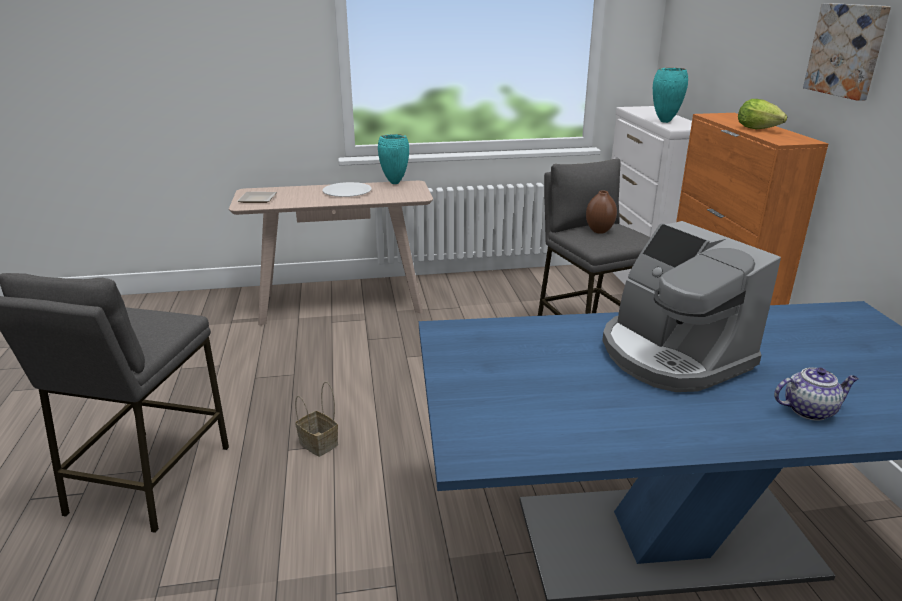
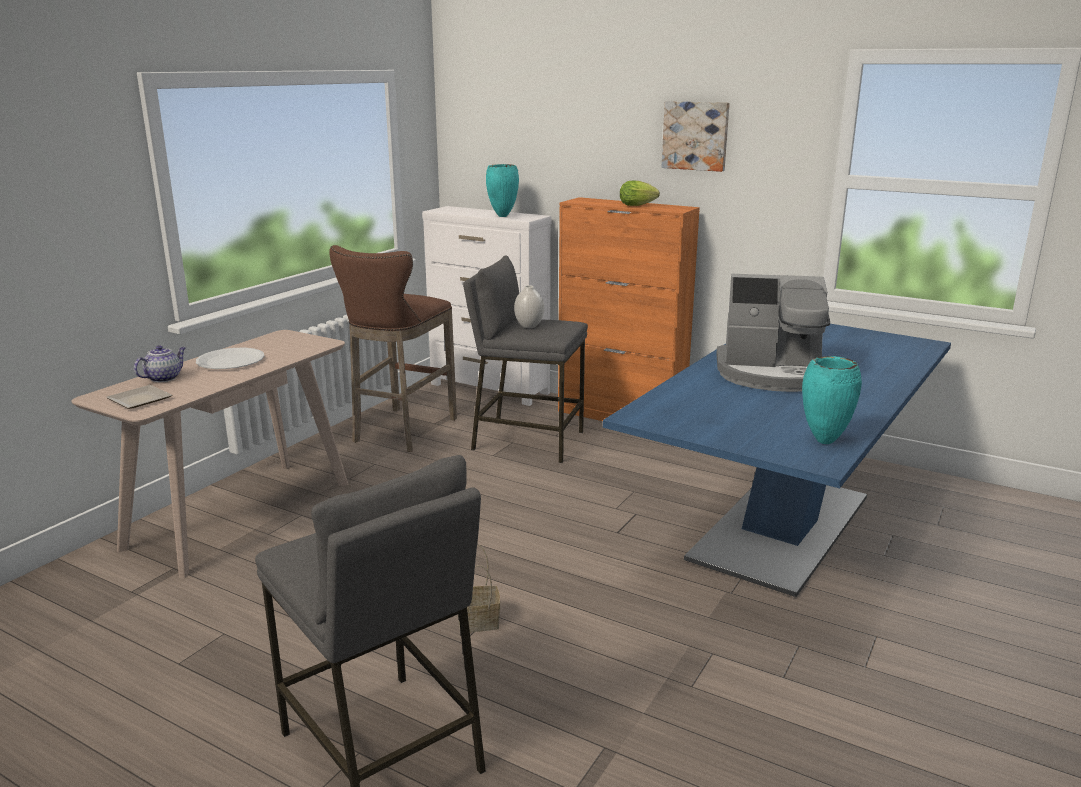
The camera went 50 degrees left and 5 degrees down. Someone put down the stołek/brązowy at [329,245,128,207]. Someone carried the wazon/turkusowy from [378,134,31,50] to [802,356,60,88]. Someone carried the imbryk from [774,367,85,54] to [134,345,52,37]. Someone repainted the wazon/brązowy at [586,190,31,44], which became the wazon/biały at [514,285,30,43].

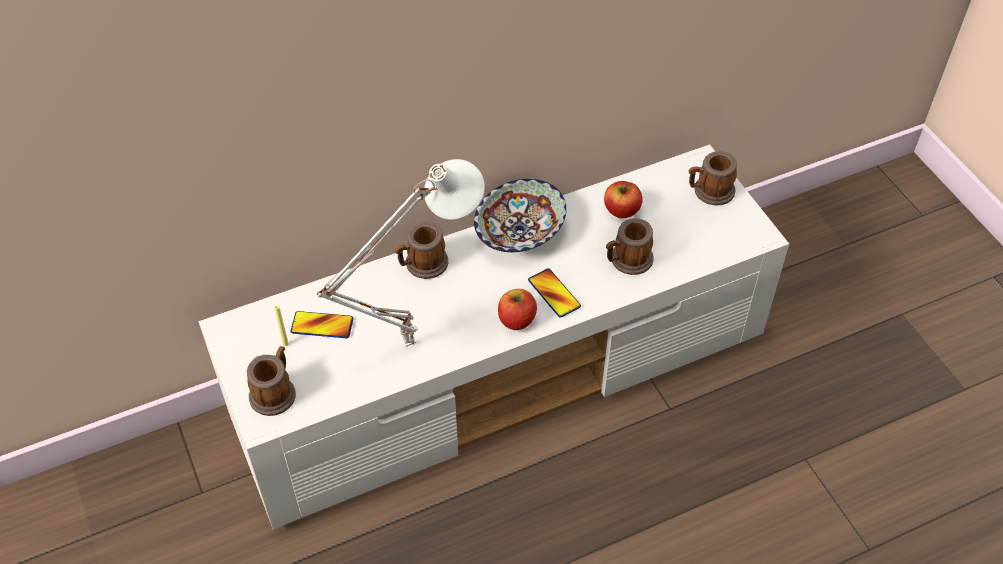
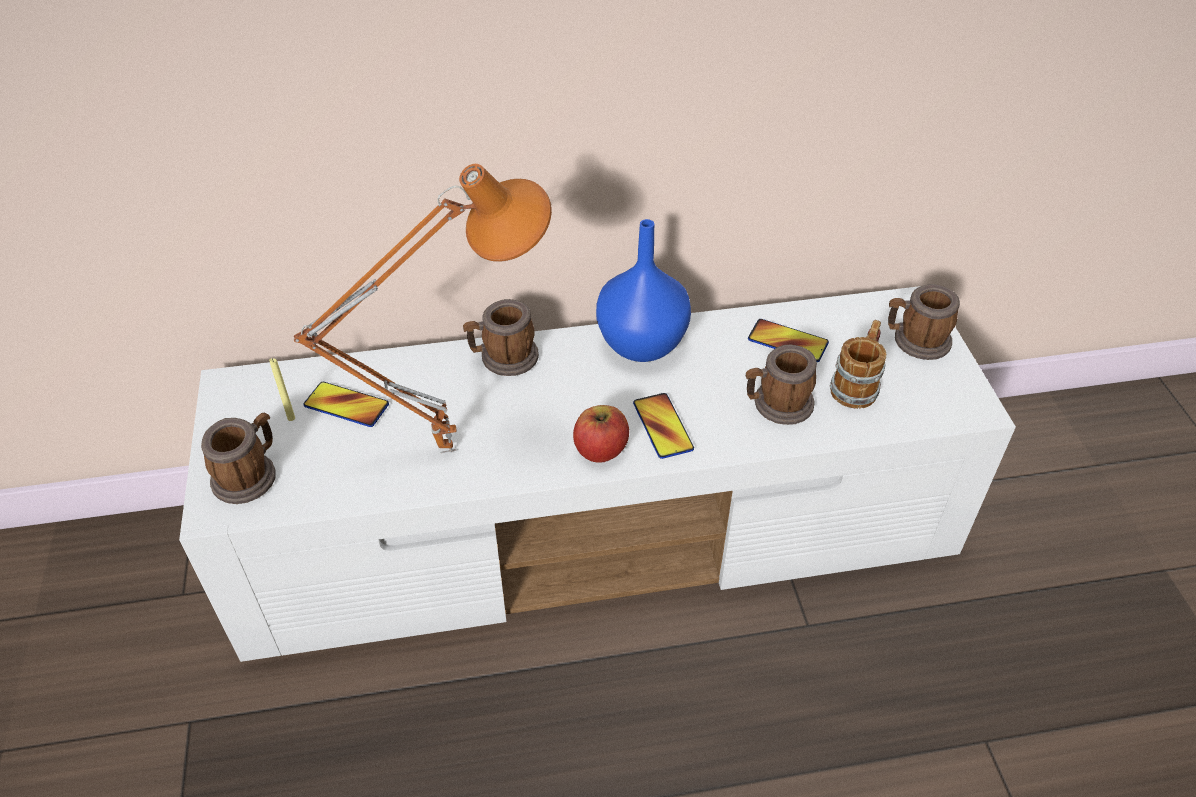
The camera went 15 degrees right and 5 degrees down. Someone put down the kubek at [830,320,56,89]. Someone swapped the miska at [474,179,93,73] for the wazon/niebieski at [596,219,95,143]. Someone swapped the jabłko at [604,181,38,37] for the telefon at [748,319,81,43]. Someone repainted the lampa stołowa/biały at [317,159,168,188], which became the lampa stołowa/pomarańczowy at [294,164,258,289].

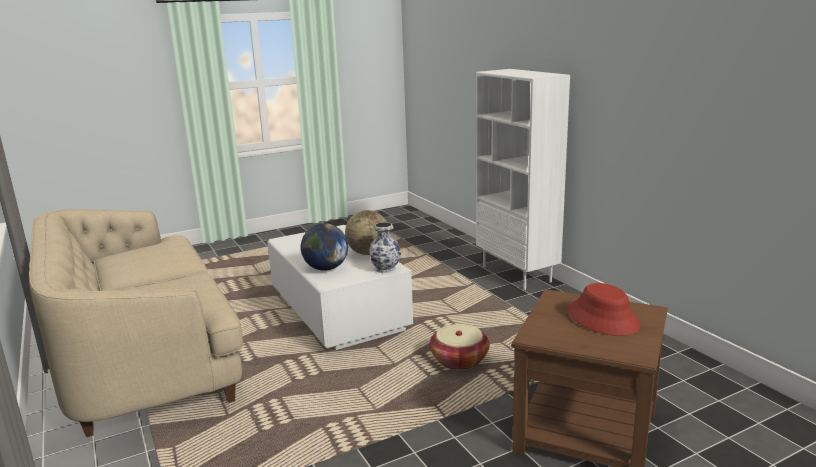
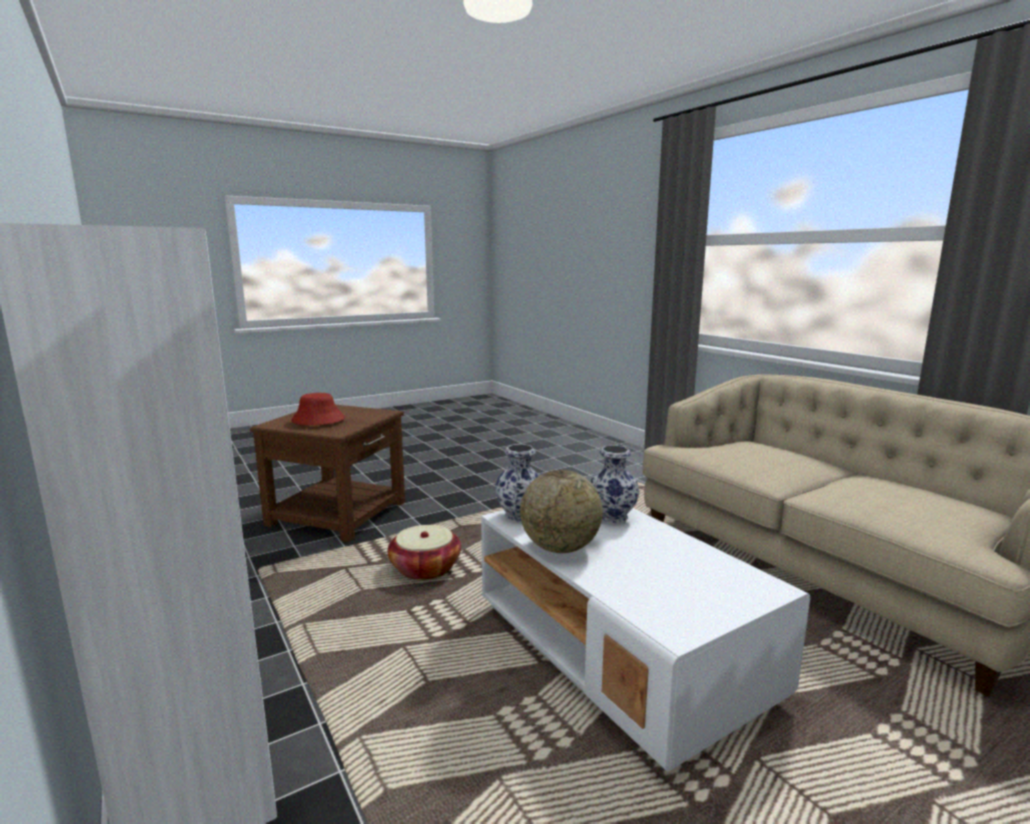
The camera went 175 degrees right and 5 degrees down. Someone swapped the globus at [301,223,47,48] for the wazon at [591,445,48,80].

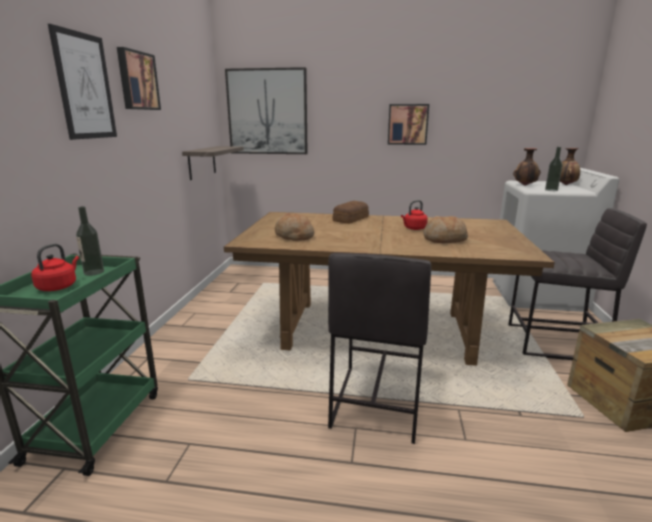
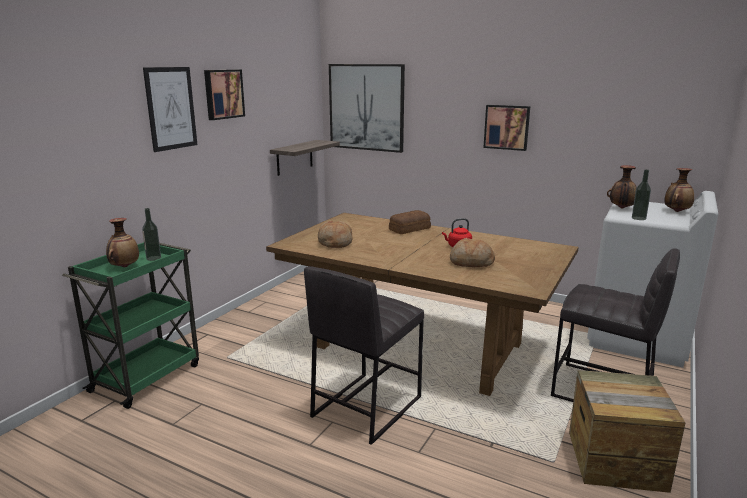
The camera went 20 degrees right and 0 degrees up. Someone swapped the czajnik/czerwony at [31,244,48,47] for the wazon at [106,218,33,49].

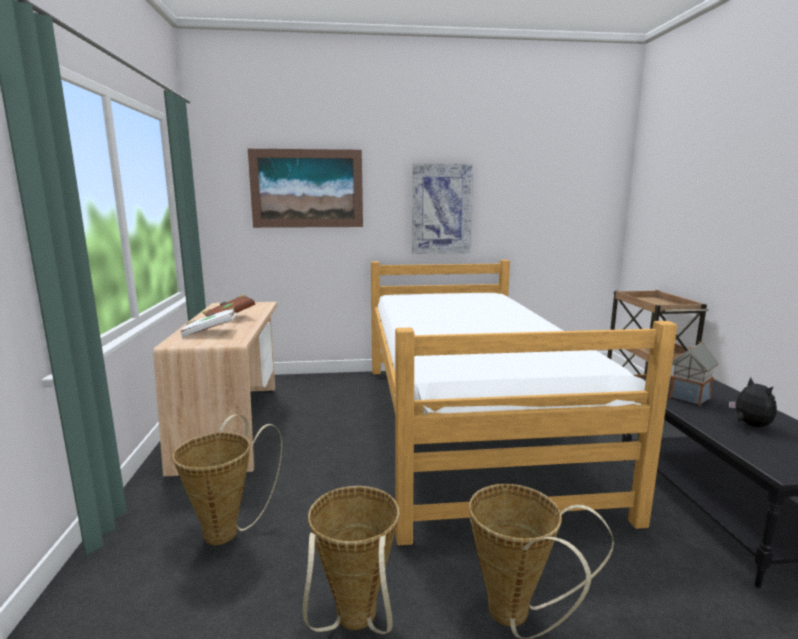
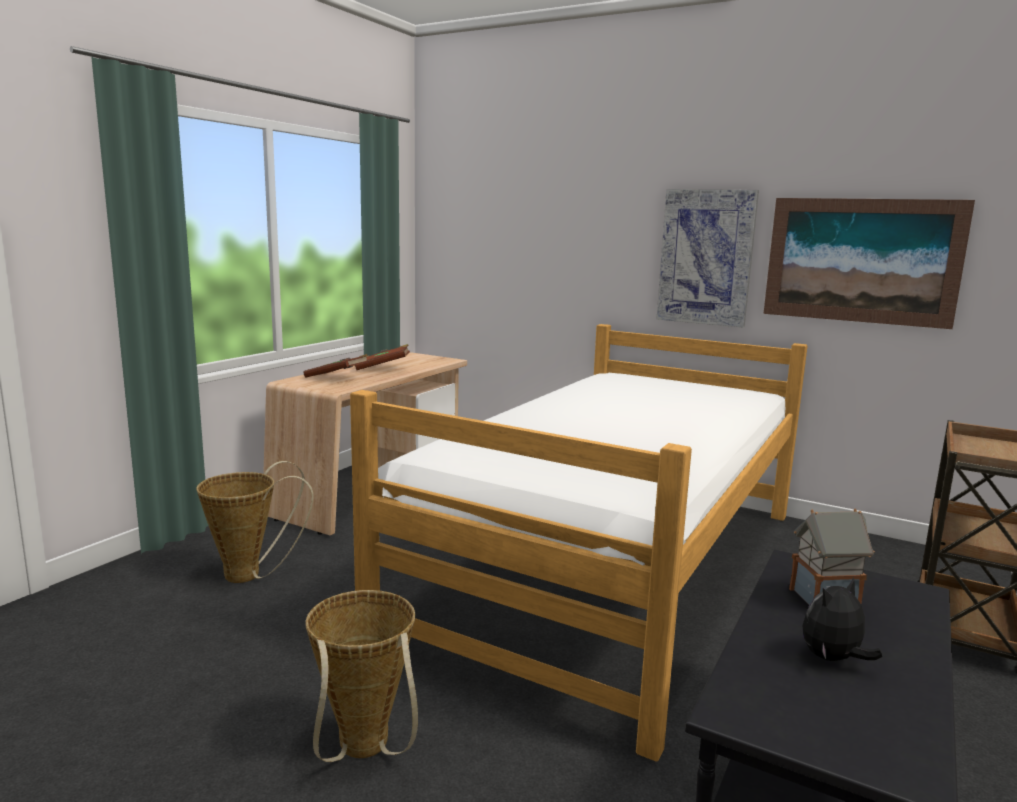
The camera went 35 degrees right and 0 degrees up. Someone took away the koszyk at [303,486,96,148]. Someone carried the obraz from [248,149,115,79] to [763,198,212,131]. Someone repainted the książka/biały at [180,307,57,30], which became the książka/brązowy at [303,354,66,24]. Someone rotated the pluszak at [729,377,48,50] by 150 degrees counterclockwise.

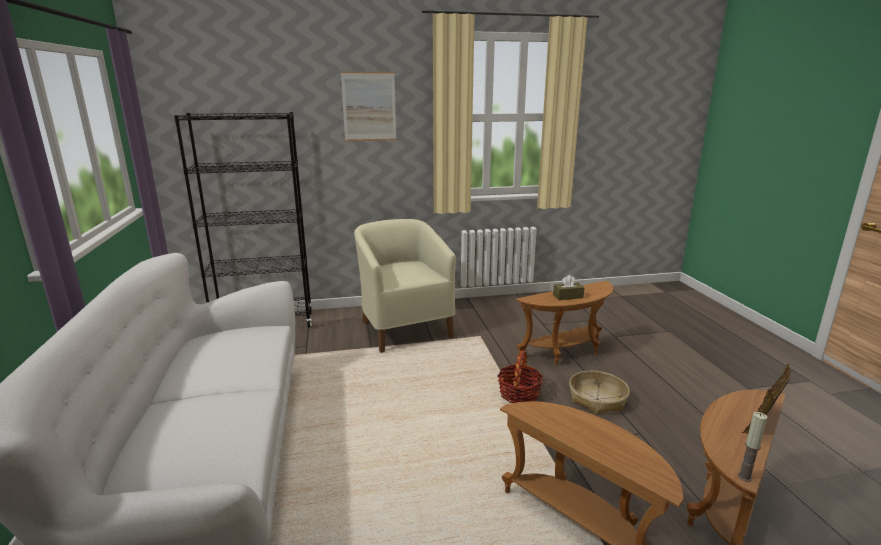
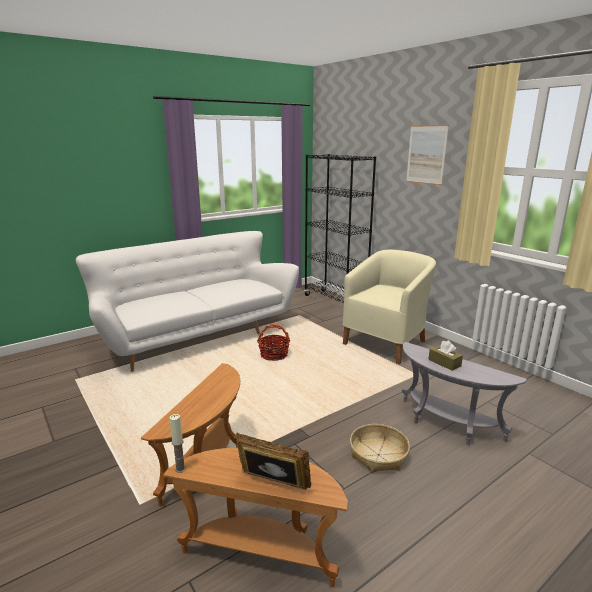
The camera went 65 degrees right and 0 degrees up. Someone carried the koszyk from [498,351,45,52] to [257,324,33,37]. Someone repainted the stolik/brązowy at [516,281,97,84], which became the stolik/szary at [402,342,125,103].

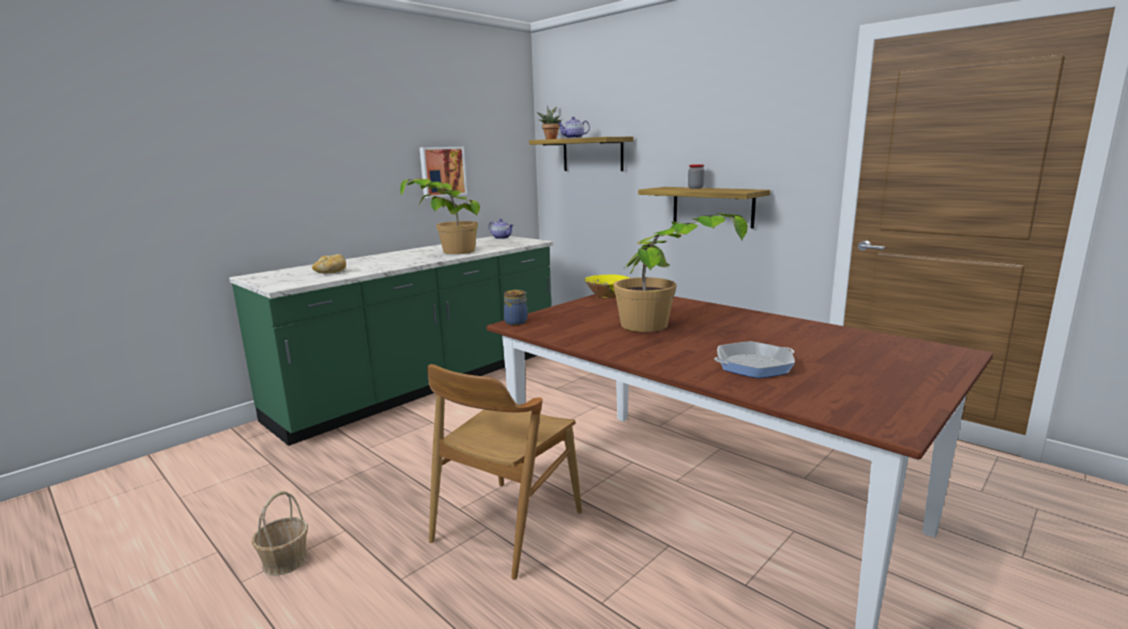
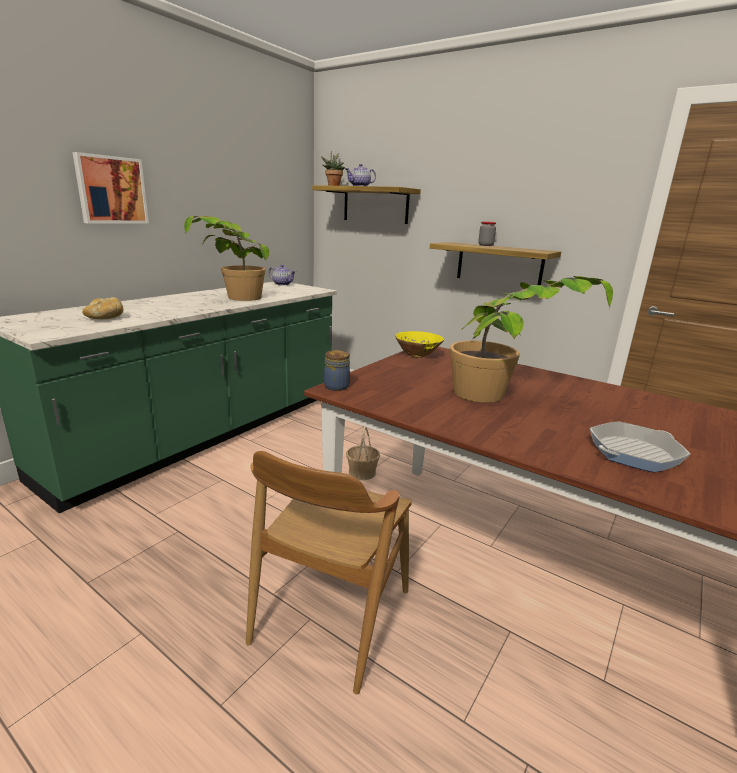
The camera went 10 degrees left and 5 degrees up. Someone carried the koszyk from [251,491,57,84] to [346,426,34,54]. Someone carried the obraz from [420,147,47,51] to [72,152,77,72].

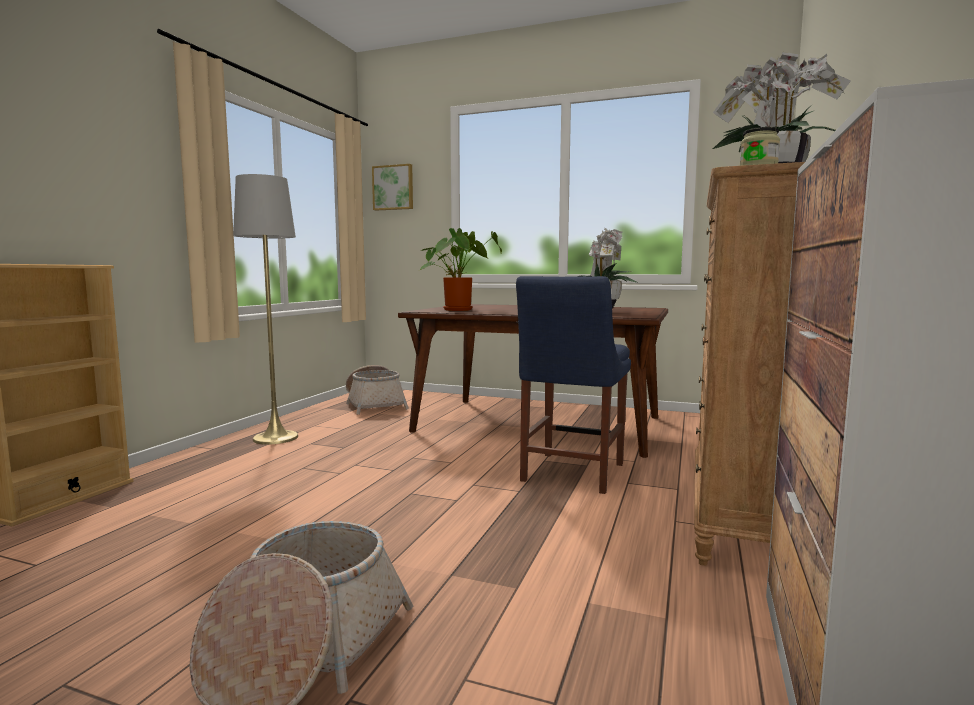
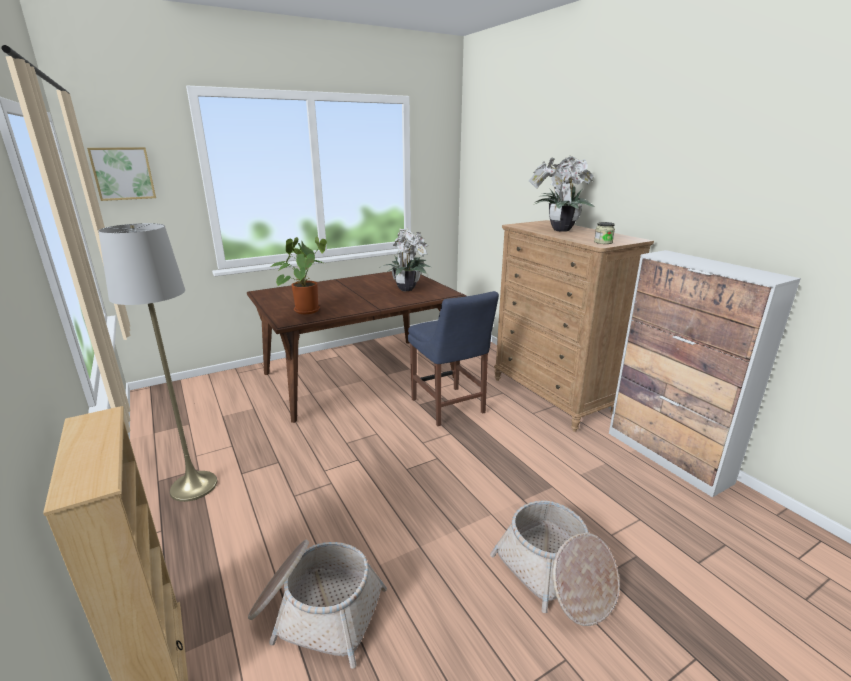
The camera went 50 degrees left and 15 degrees up. Someone carried the koszyk from [346,365,63,50] to [248,540,139,129].

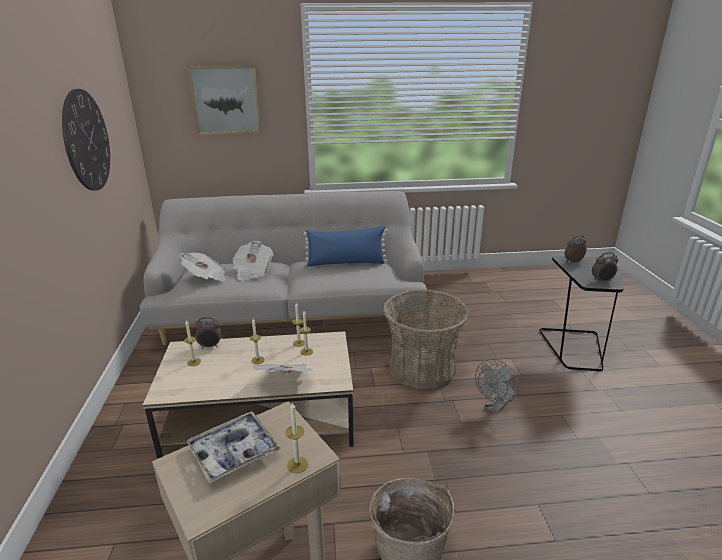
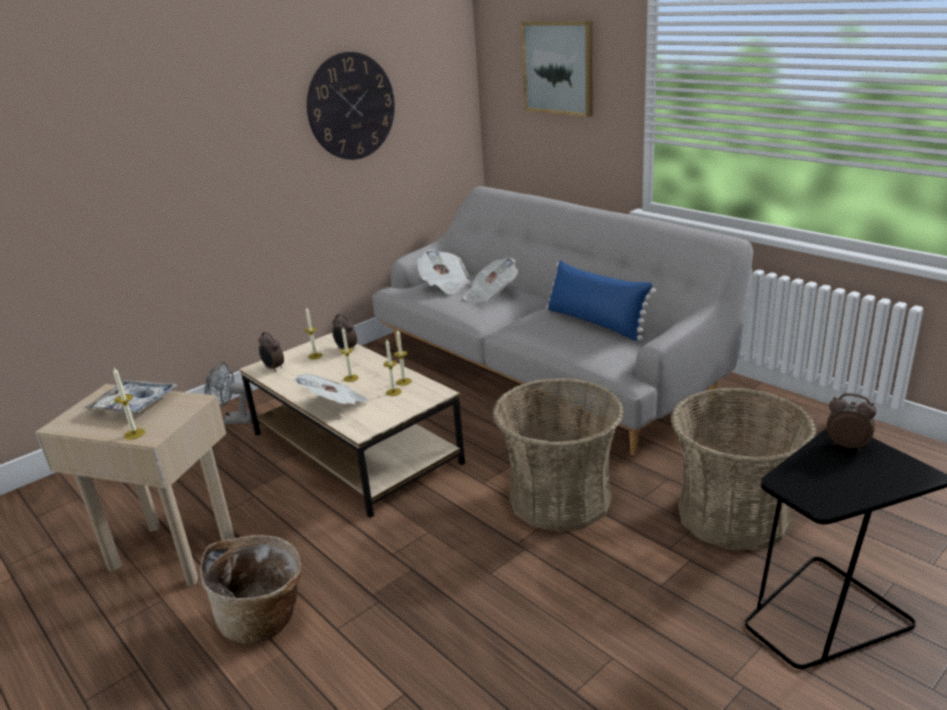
The camera went 55 degrees right and 0 degrees up. Someone put down the koszyk at [671,387,146,163]. Someone carried the wentylator/szary from [475,359,44,55] to [204,362,49,62]. Someone carried the budzik from [592,252,26,31] to [258,332,26,40].

